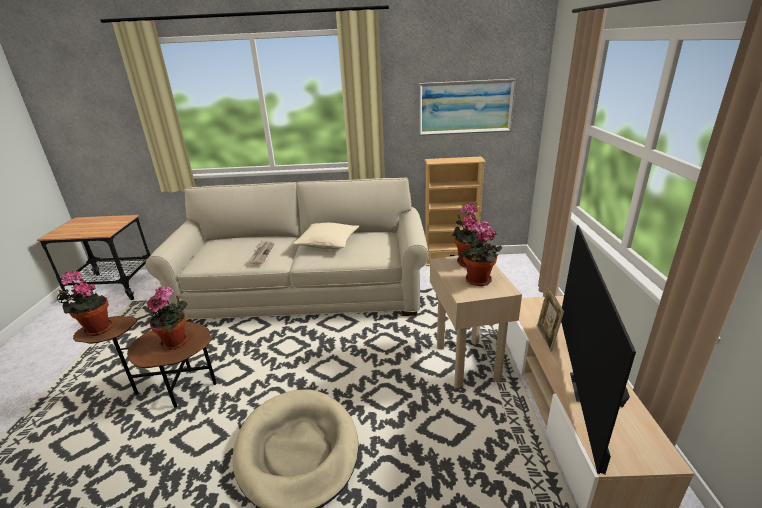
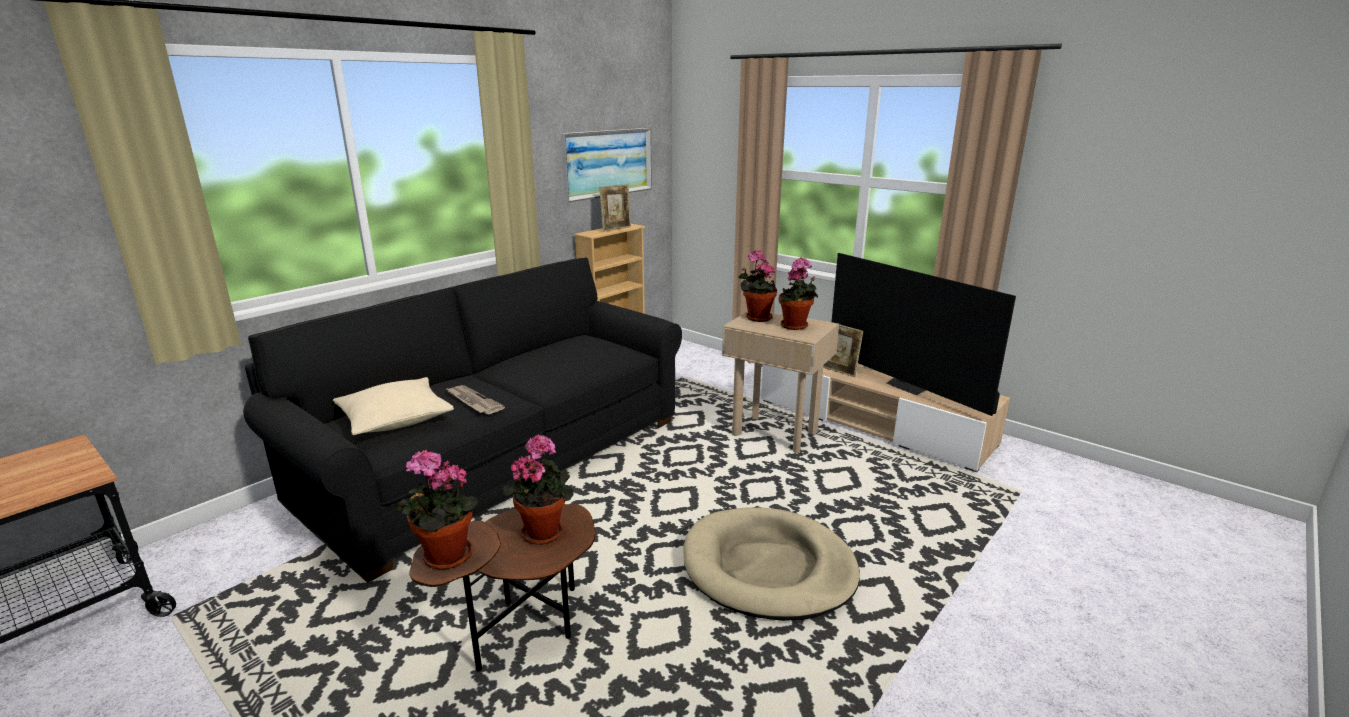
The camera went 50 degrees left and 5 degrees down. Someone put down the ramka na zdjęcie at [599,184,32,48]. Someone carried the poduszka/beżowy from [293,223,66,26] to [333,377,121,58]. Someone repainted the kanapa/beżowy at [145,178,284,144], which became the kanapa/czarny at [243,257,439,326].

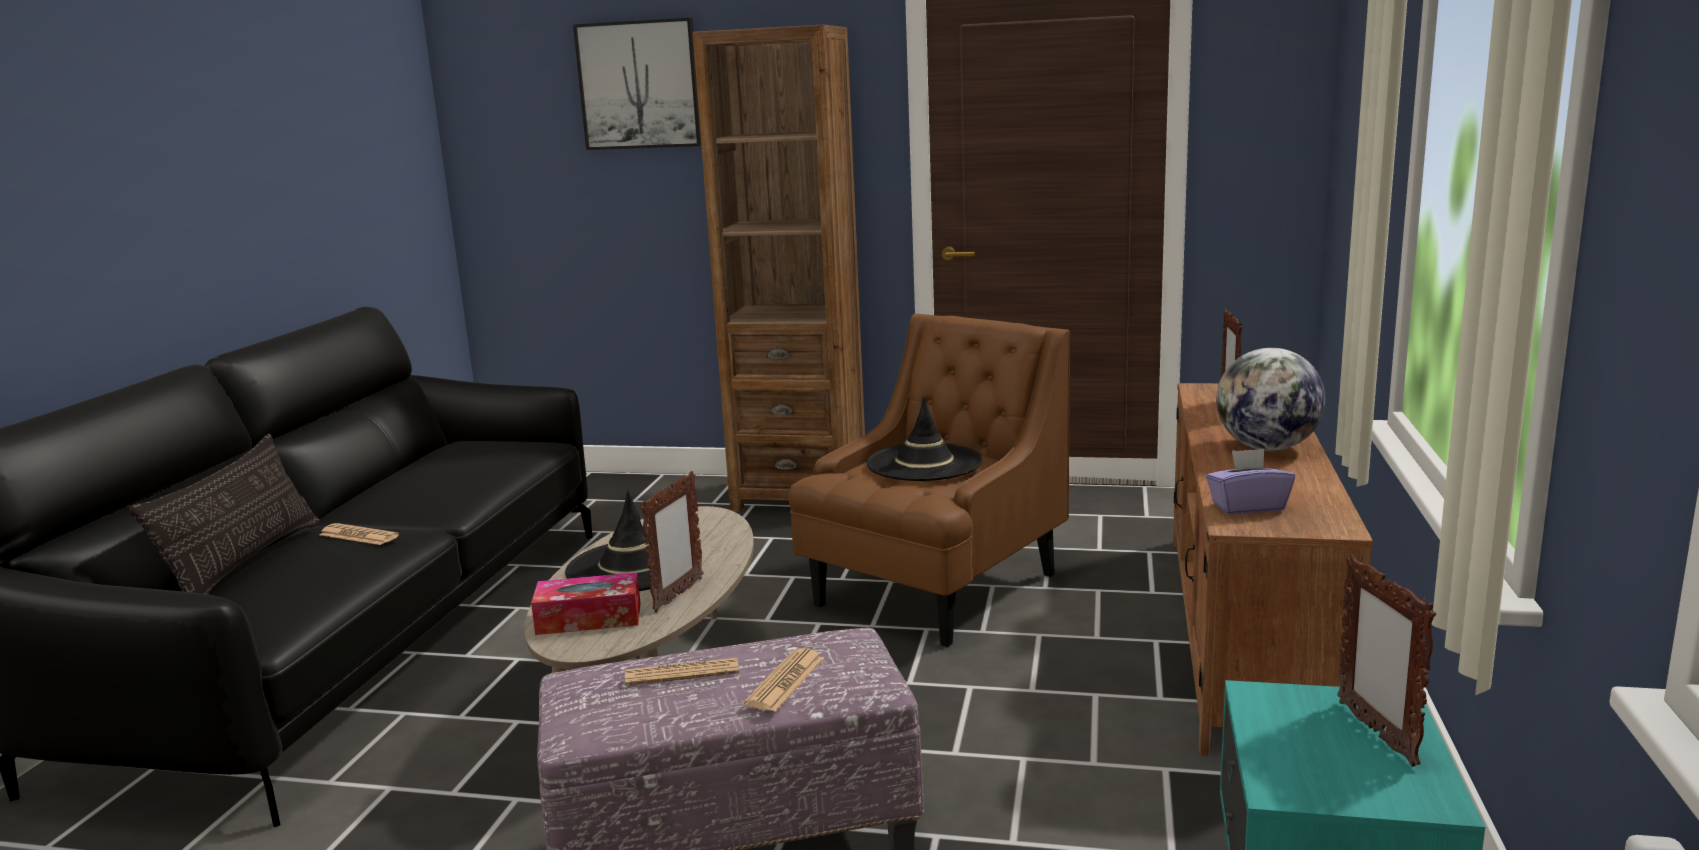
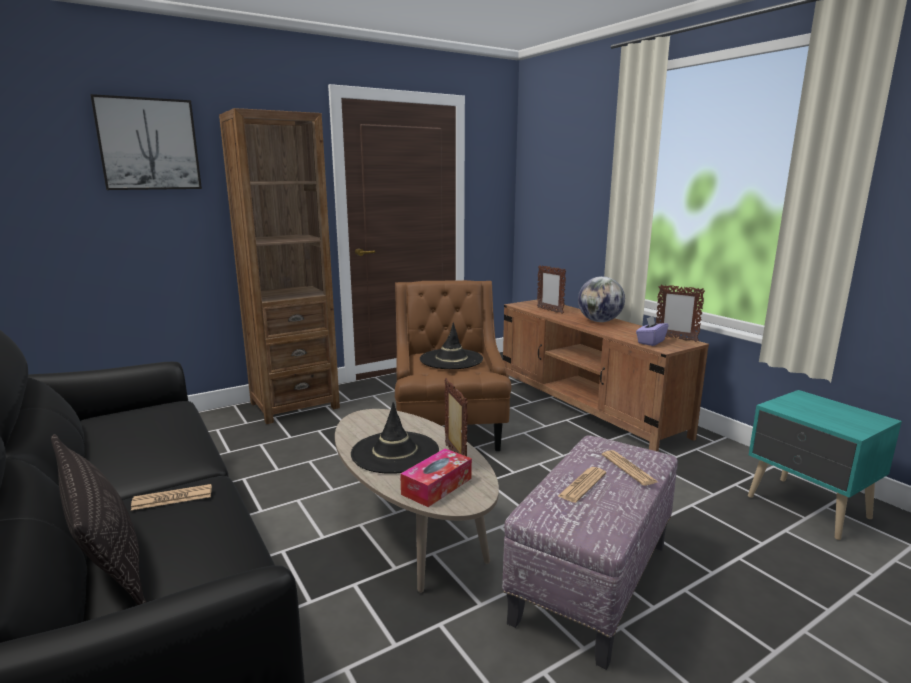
The camera went 45 degrees left and 0 degrees up. Someone carried the ramka na zdjęcie from [1337,554,99,213] to [656,284,49,58].

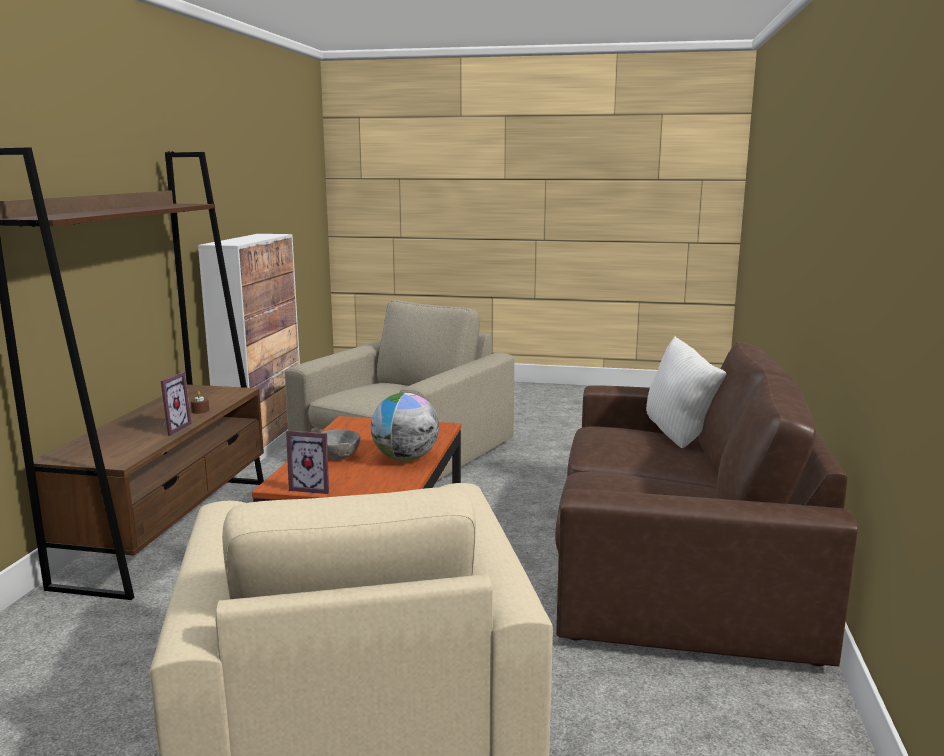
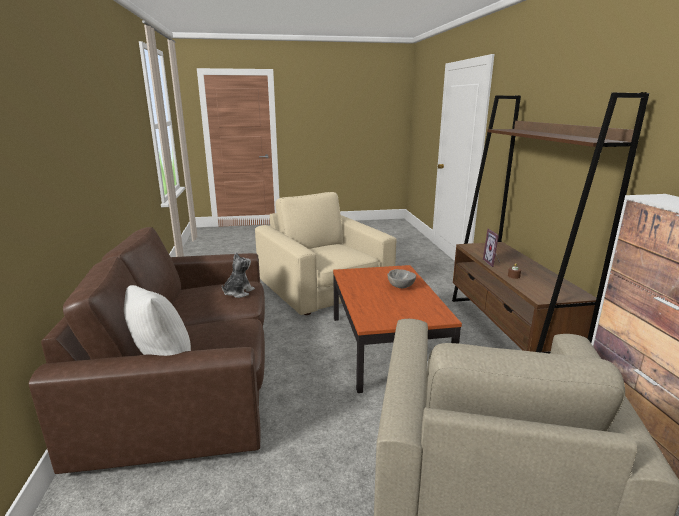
The camera went 160 degrees right and 5 degrees up. Someone took away the ramka na zdjęcie at [286,430,43,64]. Someone took away the globus at [371,393,68,68]. Someone put down the pluszak at [222,252,33,46].

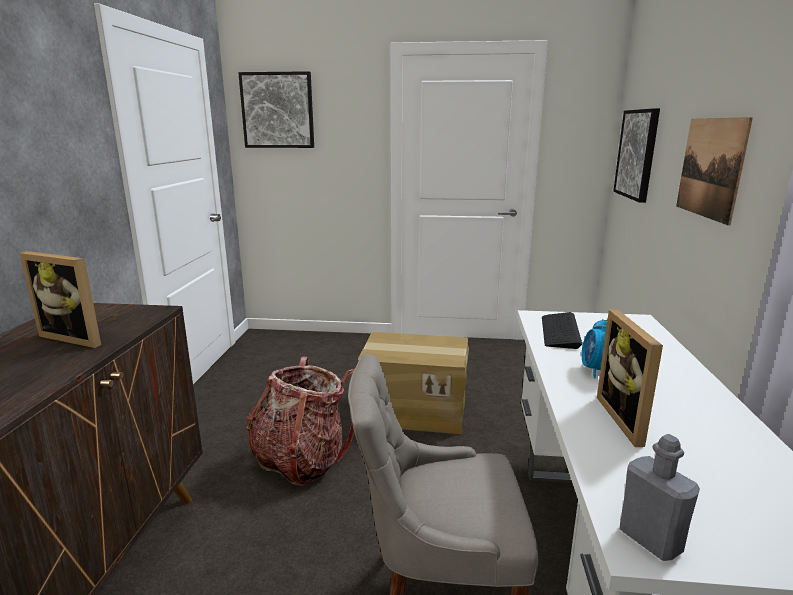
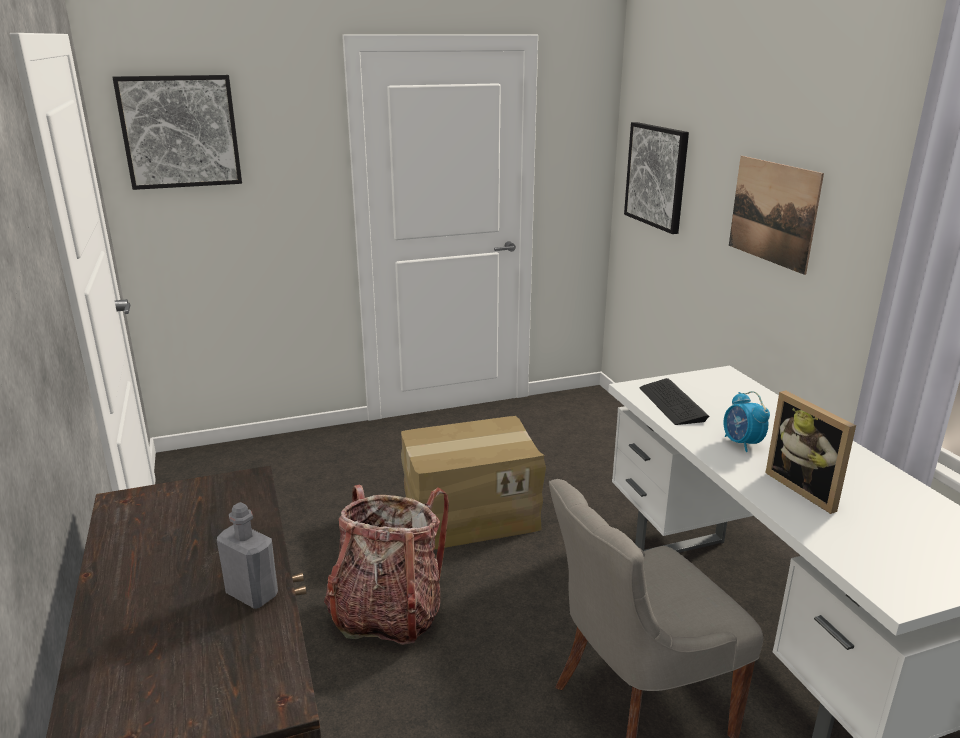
The camera went 25 degrees left and 5 degrees up. Someone took away the ramka na zdjęcie at [19,251,82,97]. Someone carried the butelka/szary from [620,434,80,127] to [217,502,61,107].

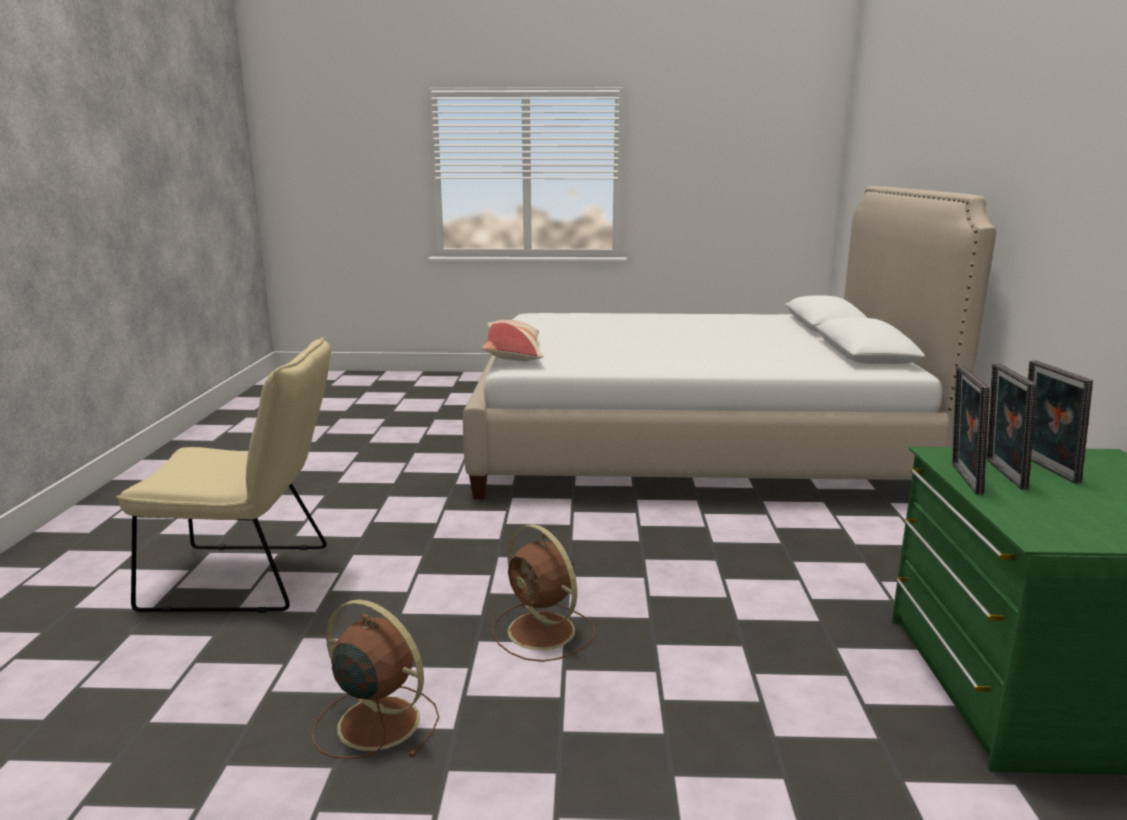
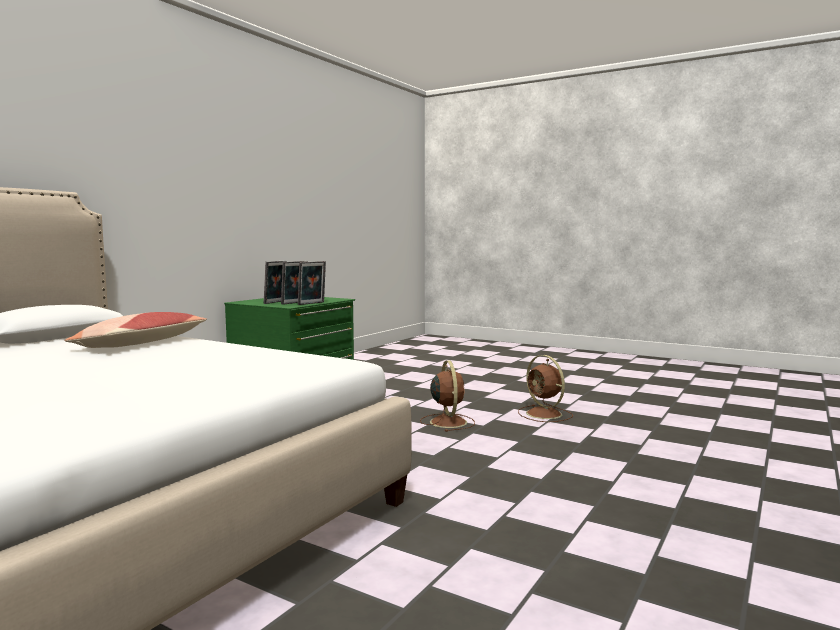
The camera went 150 degrees left and 10 degrees down. Someone took away the krzesło/beżowy at [116,337,215,276]. Someone carried the poduszka from [482,320,61,42] to [65,312,142,36].

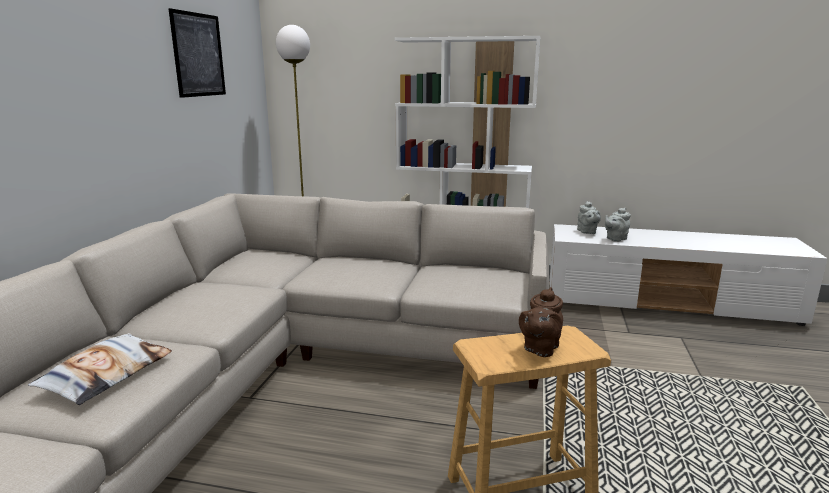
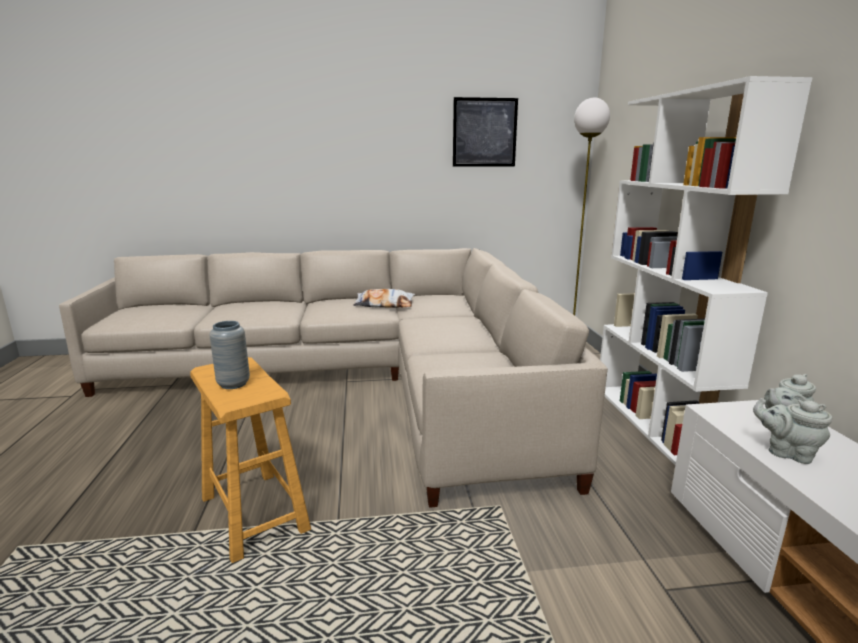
The camera went 70 degrees right and 0 degrees up. Someone carried the poduszka from [28,333,144,72] to [353,289,62,19]. Someone swapped the imbryk/brązowy at [519,287,44,70] for the wazon/szary at [209,321,41,68].

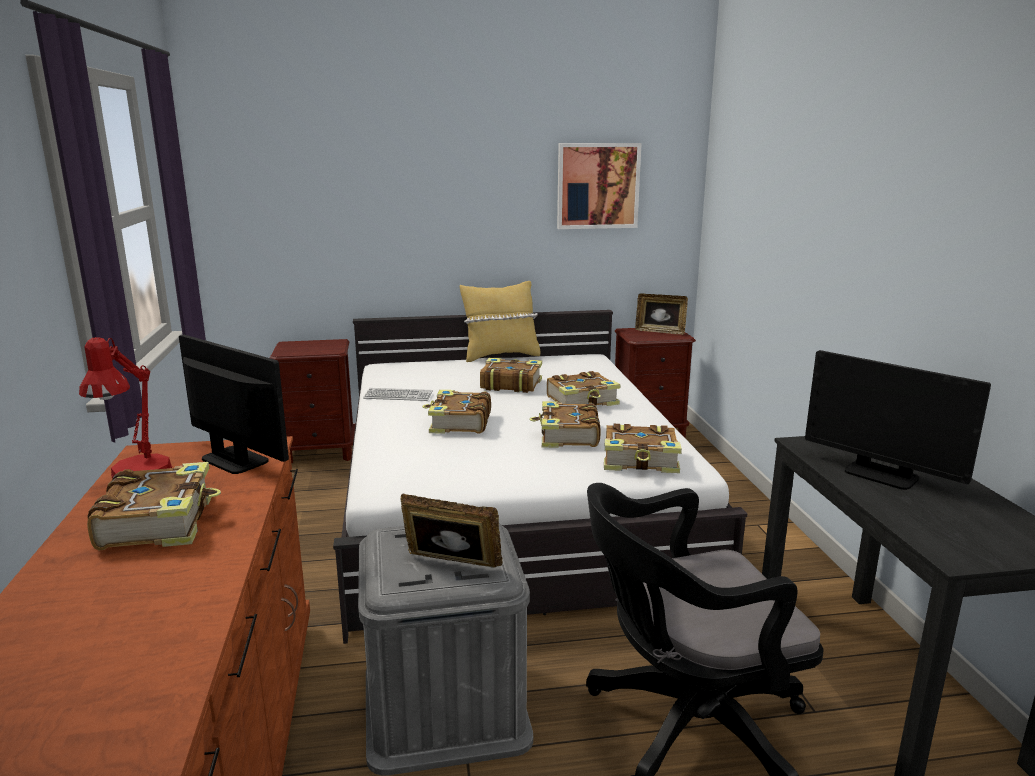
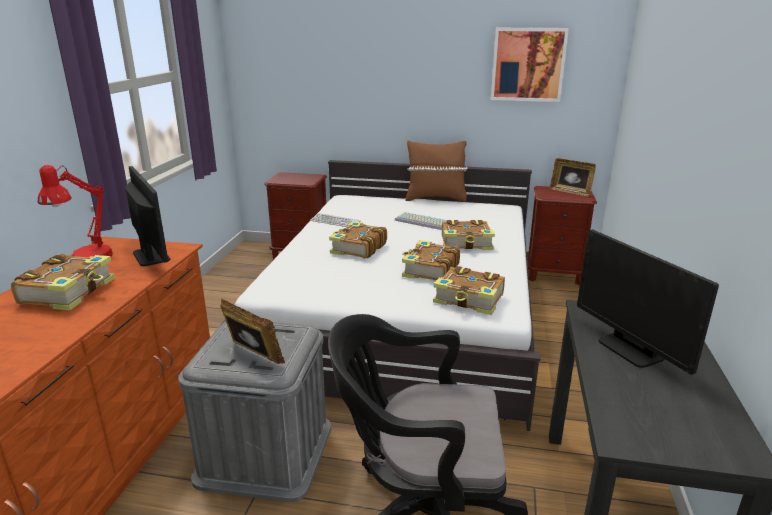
The camera went 20 degrees right and 5 degrees up. Someone swapped the książka at [480,358,62,35] for the klawiatura at [395,212,52,18]. Someone repainted the poduszka/żółty at [460,281,81,81], which became the poduszka/brązowy at [406,140,61,62].

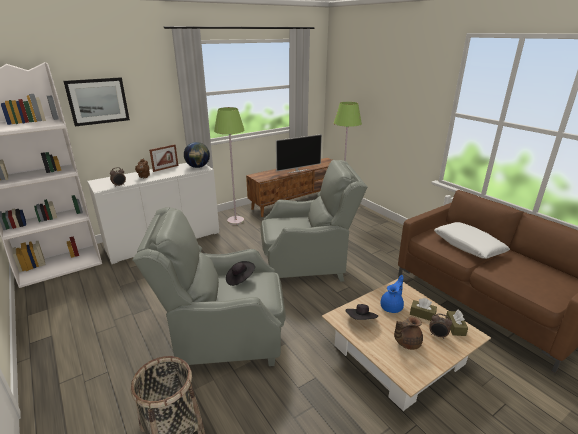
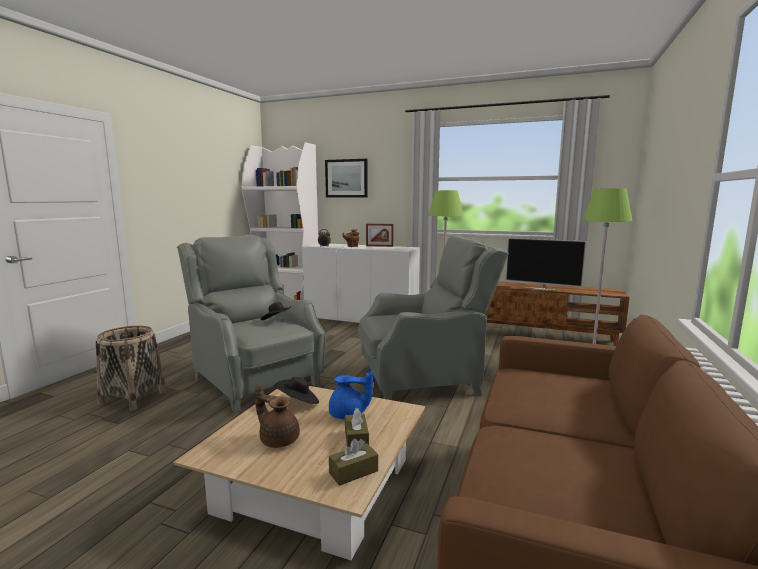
The camera went 55 degrees right and 15 degrees down. Someone took away the globus at [184,142,26,26]. Someone took away the budzik at [429,313,23,26]. Someone took away the poduszka/biały at [434,222,76,37]. Someone rotated the fotel/szary at [260,160,108,122] by 60 degrees counterclockwise.

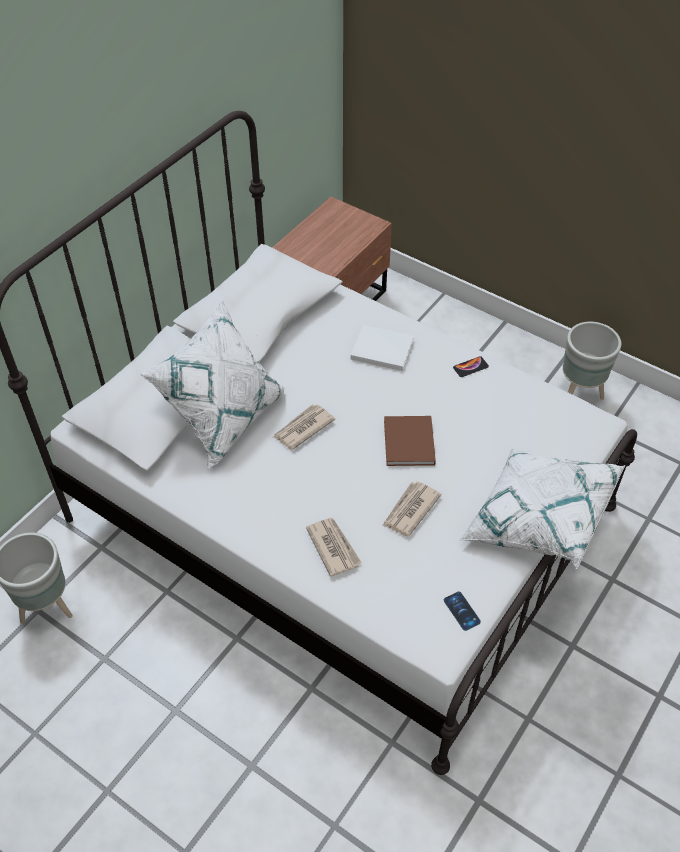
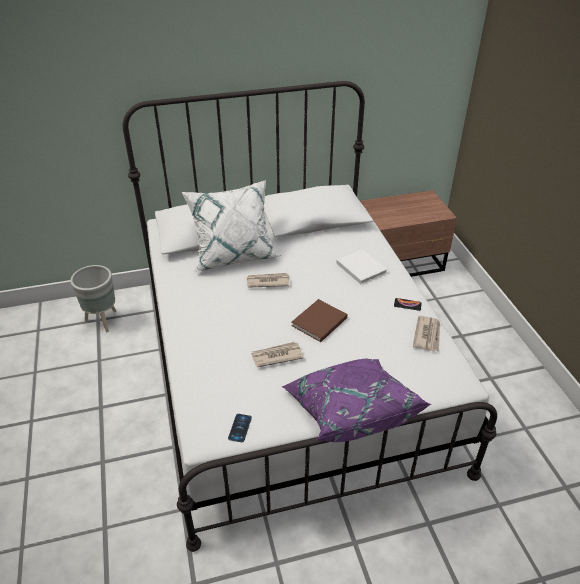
The camera went 40 degrees right and 10 degrees down. Someone took away the donica/szary at [563,322,58,78]. Someone carried the gazeta from [306,518,56,59] to [413,316,27,36]. Someone repainted the poduszka/biały at [459,448,166,122], which became the poduszka/fioletowy at [282,359,149,83].

